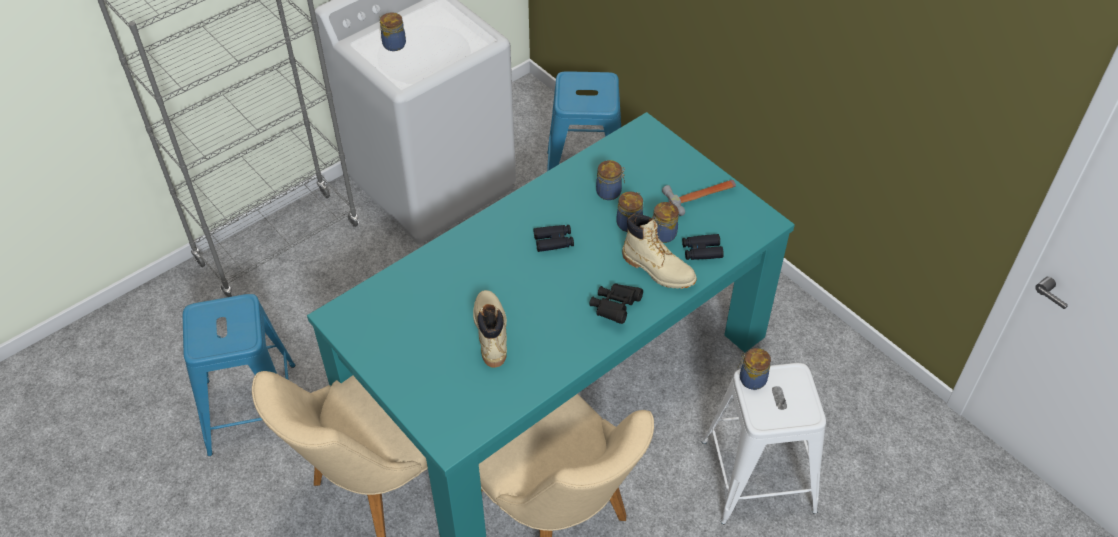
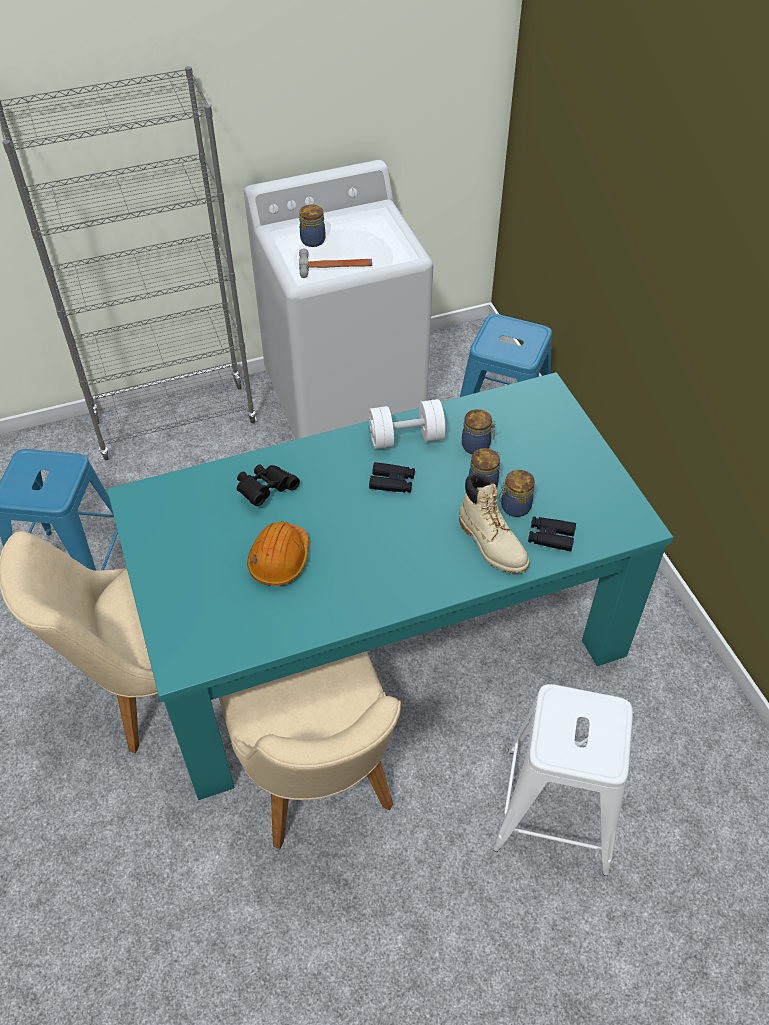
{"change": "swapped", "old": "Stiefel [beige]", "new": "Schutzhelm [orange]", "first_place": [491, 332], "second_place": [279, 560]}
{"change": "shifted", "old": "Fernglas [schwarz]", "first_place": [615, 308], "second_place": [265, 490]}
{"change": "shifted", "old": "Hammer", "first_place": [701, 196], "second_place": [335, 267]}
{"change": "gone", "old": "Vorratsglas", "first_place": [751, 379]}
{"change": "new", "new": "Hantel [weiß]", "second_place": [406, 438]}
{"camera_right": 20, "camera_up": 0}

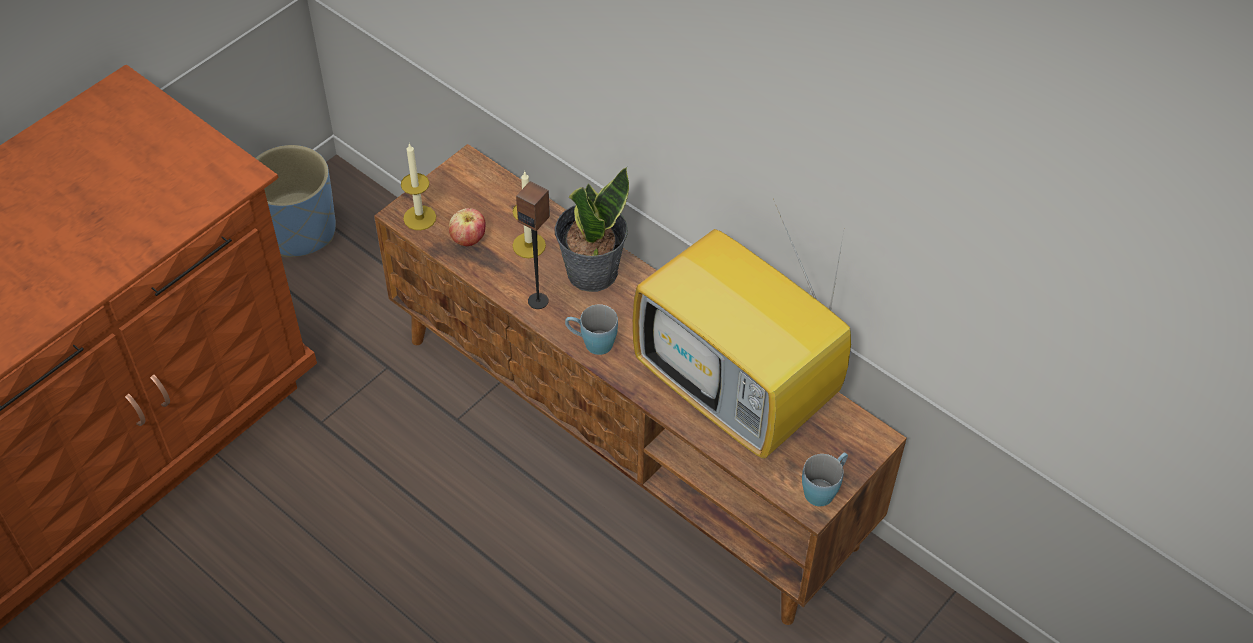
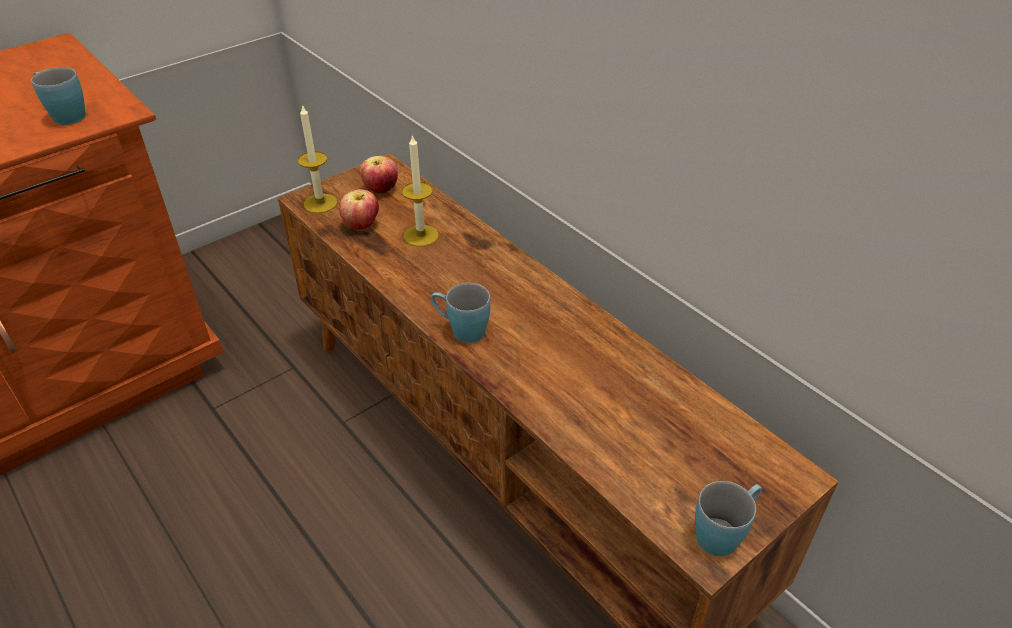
{"change": "gone", "old": "Pflanzkübel [blau]", "first_place": [300, 231]}
{"change": "gone", "old": "Lautsprecher", "first_place": [538, 300]}
{"change": "gone", "old": "Topfpflanze", "first_place": [591, 271]}
{"change": "gone", "old": "Fernseher", "first_place": [739, 393]}
{"change": "new", "new": "Henkelbecher [blau]", "second_place": [65, 115]}
{"change": "new", "new": "Apfel", "second_place": [381, 189]}
{"camera_right": 10, "camera_up": -10}

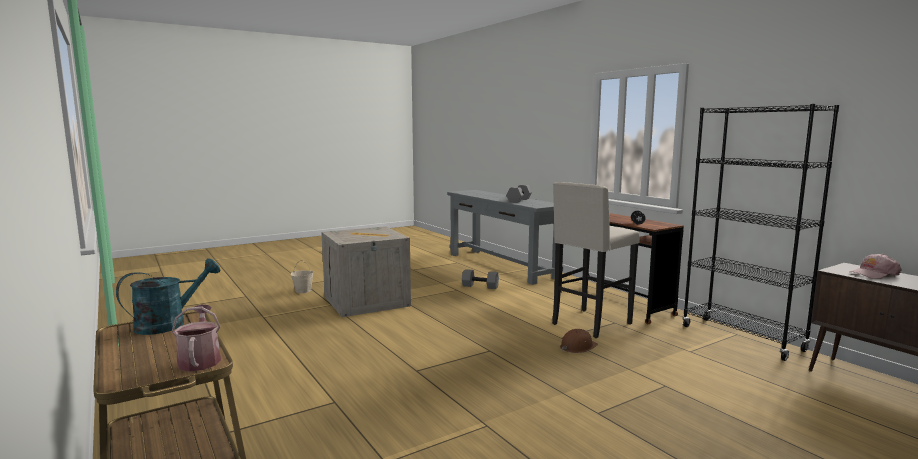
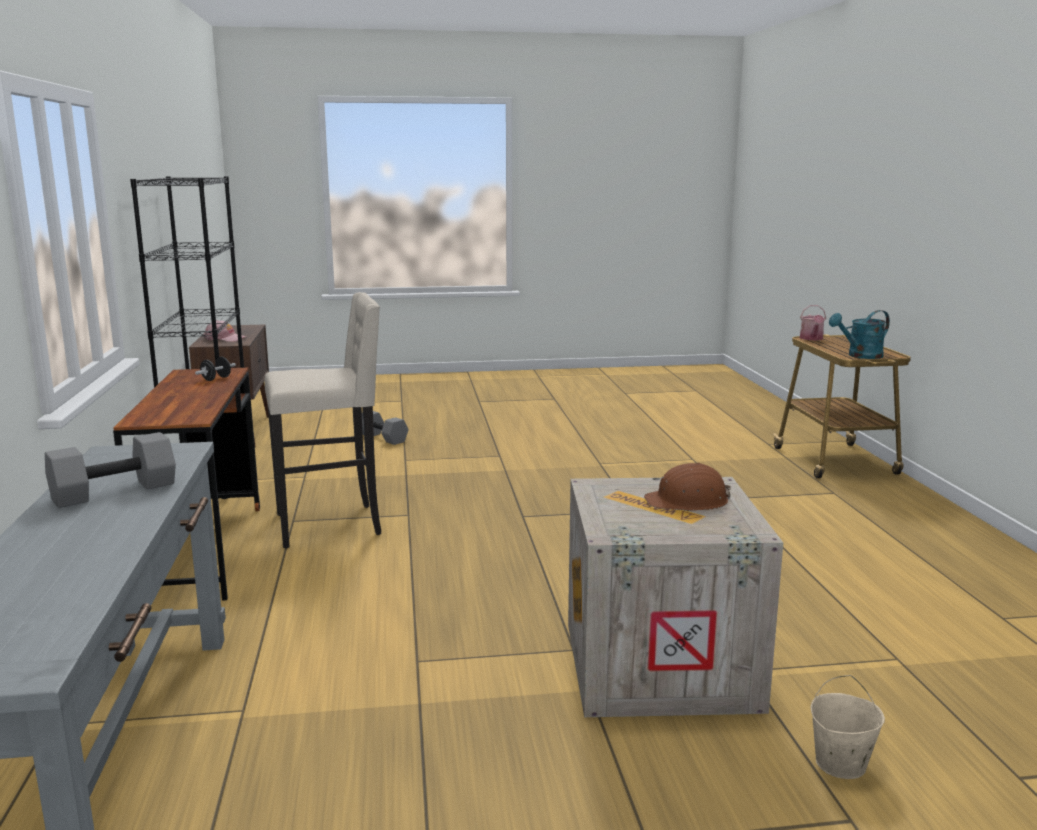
{"change": "shifted", "old": "Hantel [grau]", "first_place": [480, 286], "second_place": [382, 438]}
{"change": "shifted", "old": "Schutzhelm [braun]", "first_place": [577, 347], "second_place": [688, 501]}
{"camera_right": -155, "camera_up": 5}

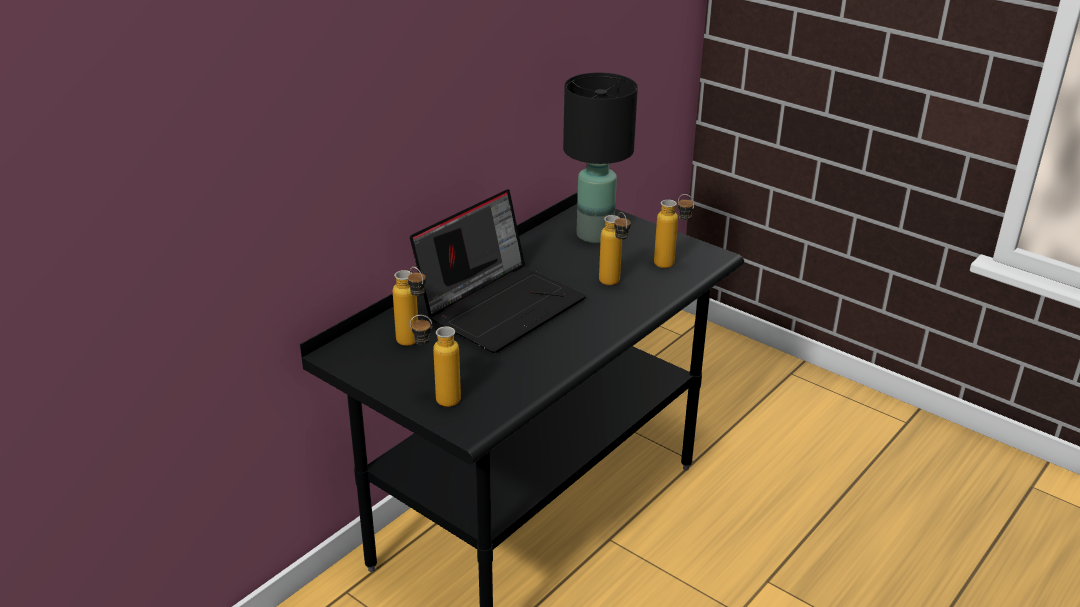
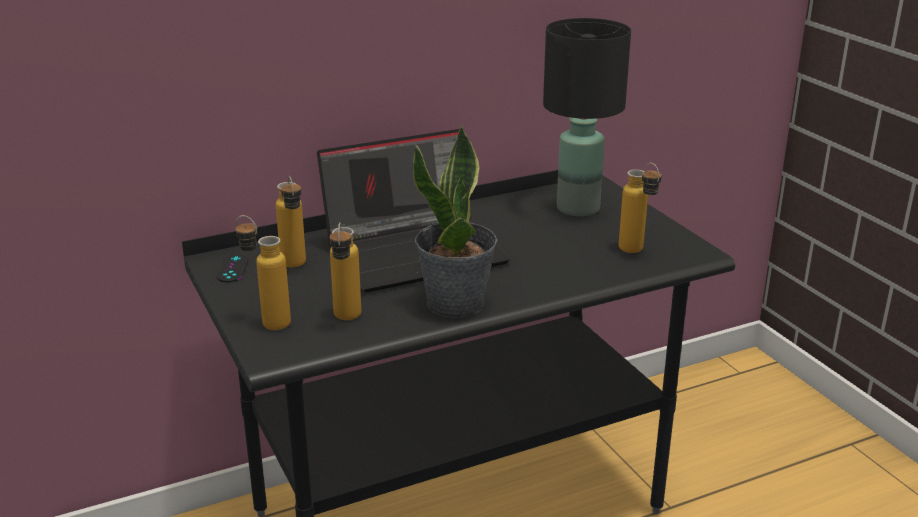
{"change": "shifted", "old": "Flasche", "first_place": [613, 285], "second_place": [346, 320]}
{"change": "new", "new": "Gamepad [schwarz]", "second_place": [233, 268]}
{"change": "new", "new": "Topfpflanze", "second_place": [456, 304]}
{"camera_right": 25, "camera_up": -5}

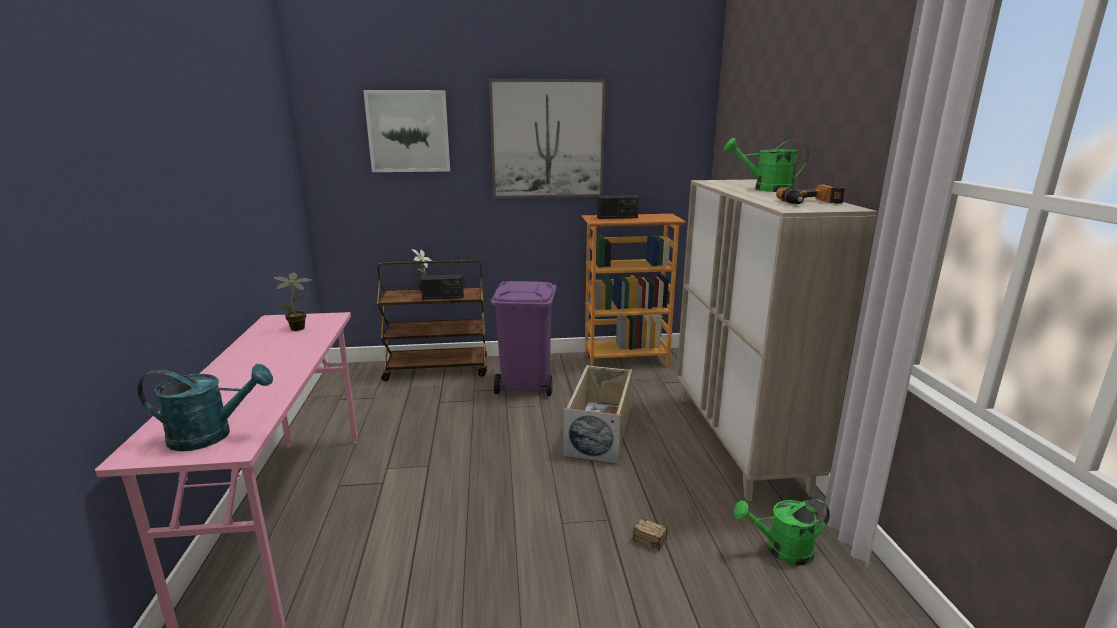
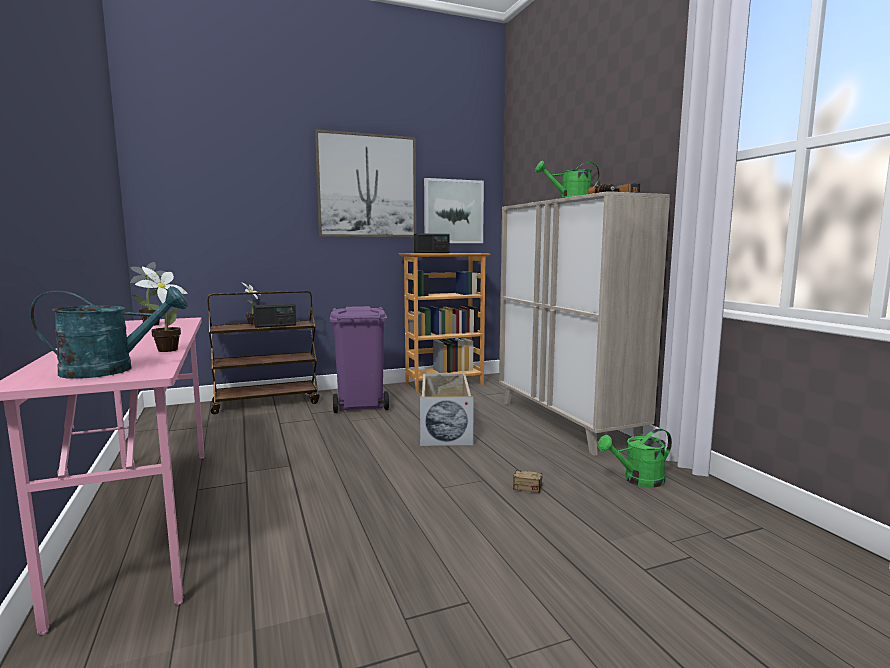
{"change": "shifted", "old": "Bild", "first_place": [408, 131], "second_place": [453, 211]}
{"change": "new", "new": "Topfpflanze", "second_place": [164, 350]}
{"camera_right": -15, "camera_up": -10}

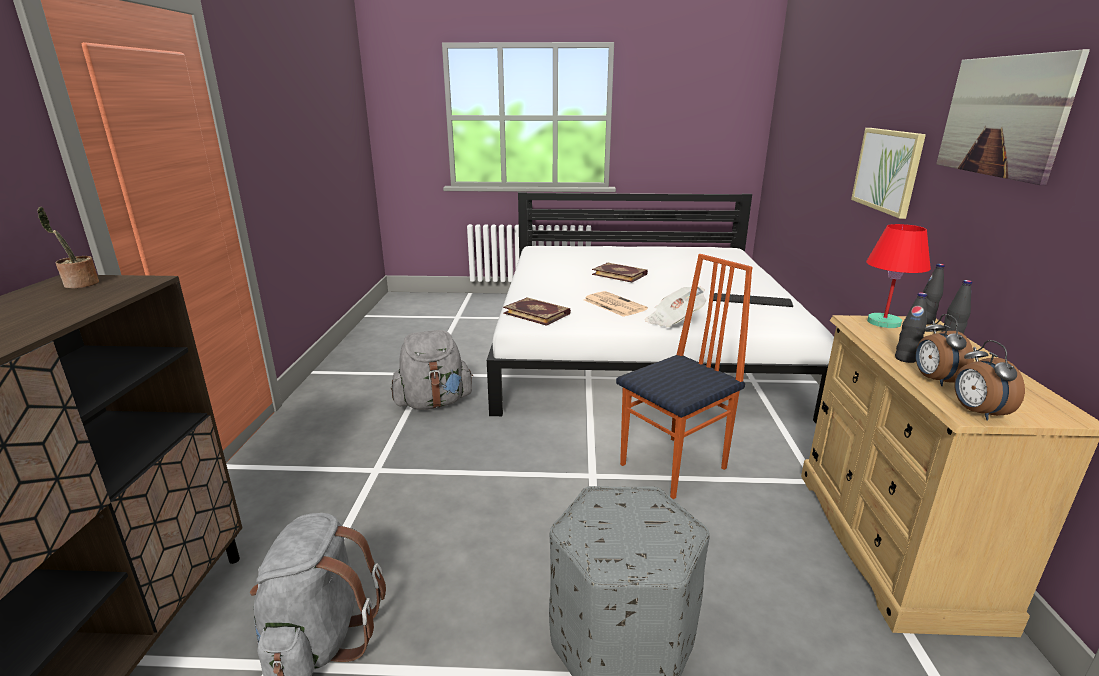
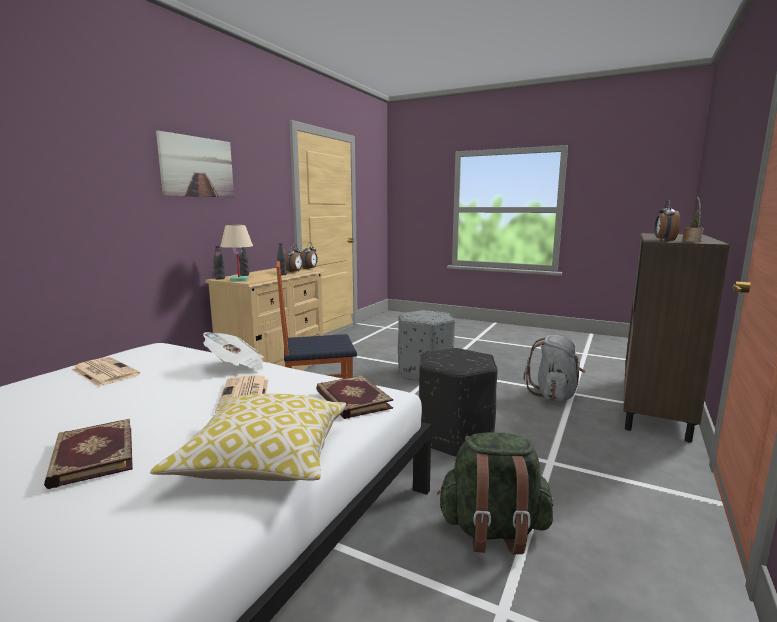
{"change": "repainted", "old": "Rucksack [grau]", "new": "Rucksack [grün]", "first_place": [434, 403], "second_place": [493, 531]}
{"change": "swapped", "old": "Tastatur", "new": "Zeitung", "first_place": [751, 300], "second_place": [104, 372]}
{"change": "gone", "old": "Bild", "first_place": [887, 170]}
{"change": "repainted", "old": "Tischlampe [rot]", "new": "Tischlampe [beige]", "first_place": [884, 323], "second_place": [239, 280]}
{"change": "new", "new": "Kissen", "second_place": [264, 458]}
{"change": "new", "new": "Polsterhocker [schwarz]", "second_place": [454, 437]}
{"change": "new", "new": "Wecker", "second_place": [664, 240]}
{"camera_right": -155, "camera_up": -10}

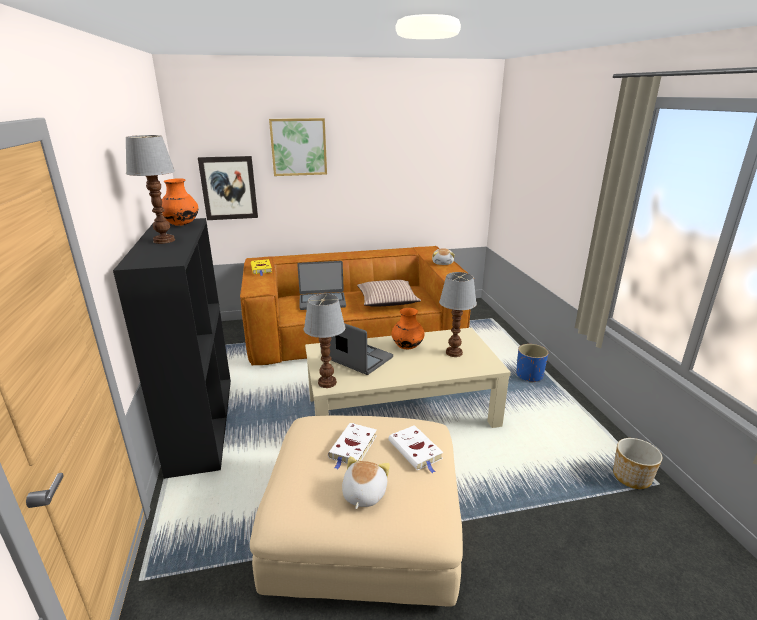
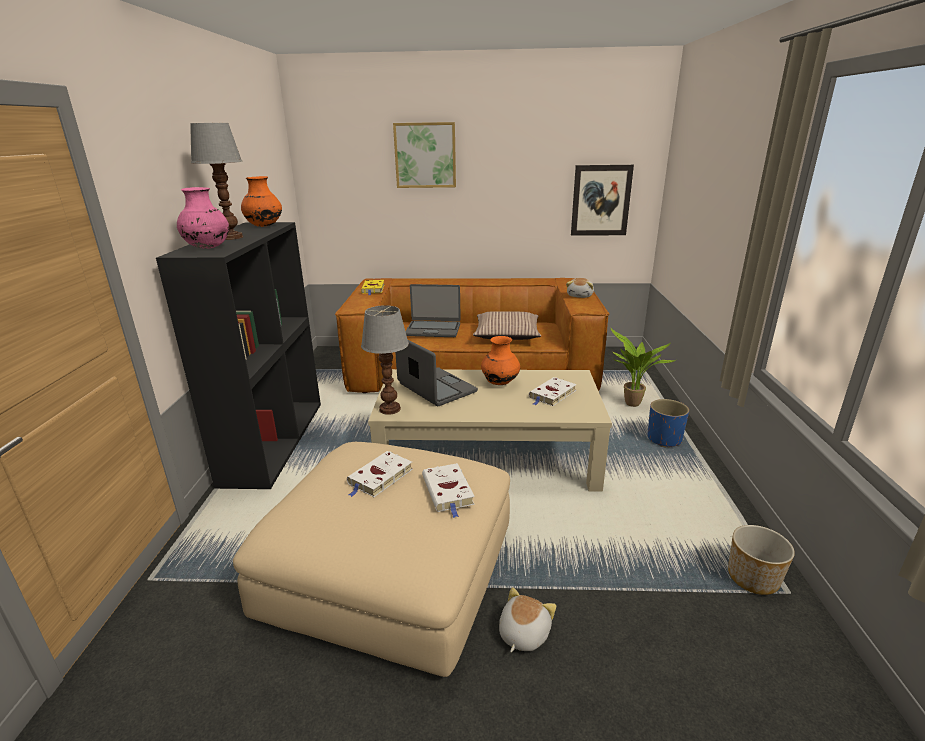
{"change": "shifted", "old": "Bild", "first_place": [229, 188], "second_place": [601, 200]}
{"change": "shifted", "old": "Plüschtier", "first_place": [363, 494], "second_place": [522, 633]}
{"change": "swapped", "old": "Tischlampe", "new": "Buch [weiß]", "first_place": [454, 353], "second_place": [552, 395]}
{"change": "new", "new": "Vase [rosa]", "second_place": [207, 248]}
{"change": "new", "new": "Topfpflanze", "second_place": [631, 405]}
{"camera_right": 15, "camera_up": 0}

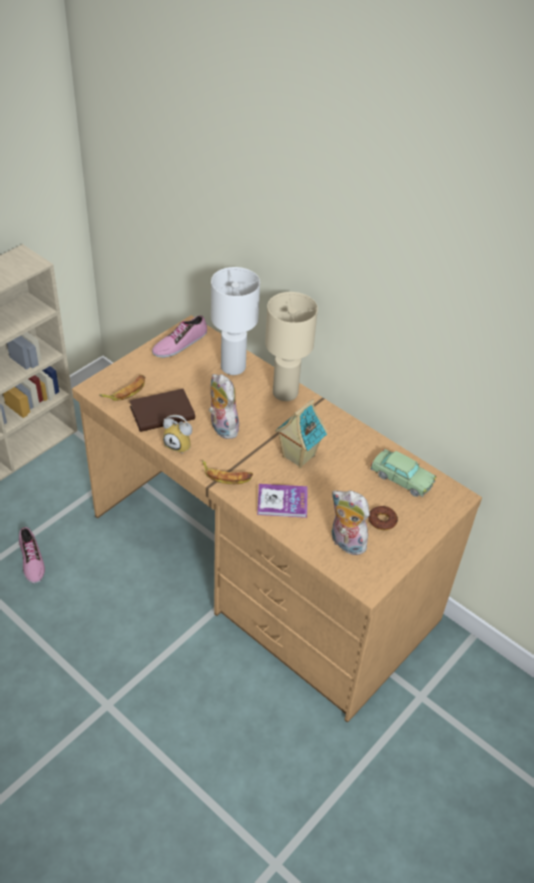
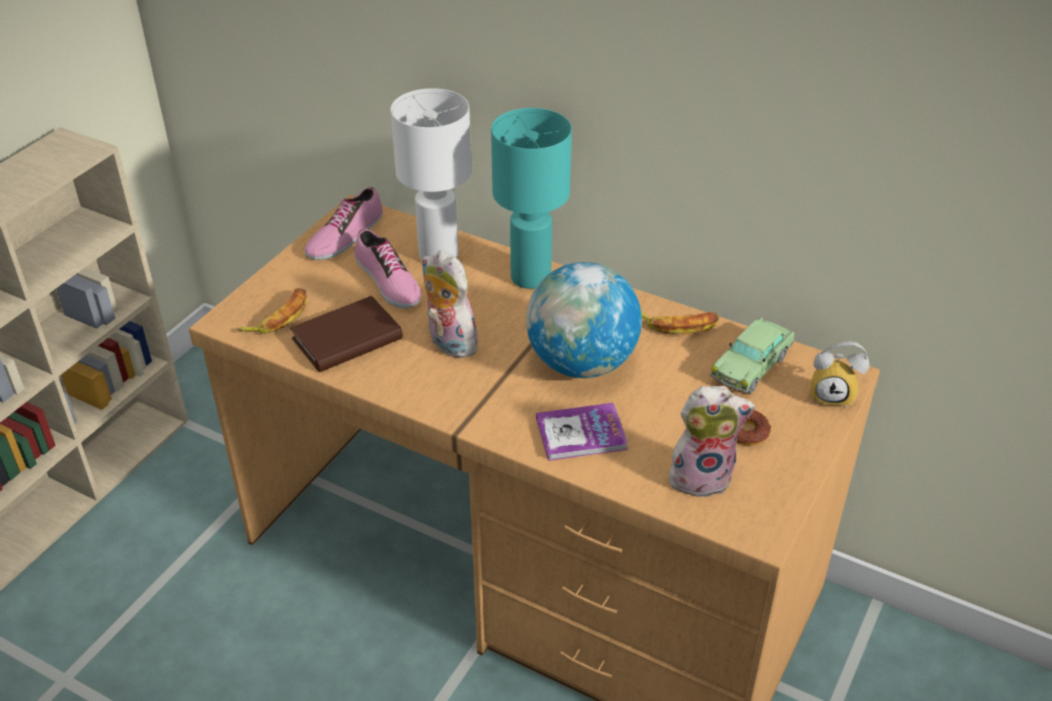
{"change": "shifted", "old": "Schuh", "first_place": [31, 560], "second_place": [387, 281]}
{"change": "shifted", "old": "Wecker", "first_place": [180, 445], "second_place": [833, 395]}
{"change": "shifted", "old": "Banane", "first_place": [226, 475], "second_place": [678, 324]}
{"change": "repainted", "old": "Tischlampe [beige]", "new": "Tischlampe [türkis]", "first_place": [284, 392], "second_place": [529, 277]}
{"change": "swapped", "old": "Spielzeughaus", "new": "Globus", "first_place": [297, 457], "second_place": [581, 364]}
{"change": "rotated", "old": "Plüschtier", "first_place": [345, 543], "second_place": [702, 476], "degrees": 150}
{"change": "rotated", "old": "Spielzeugauto", "first_place": [401, 479], "second_place": [751, 366], "degrees": 105}
{"camera_right": -10, "camera_up": -5}

